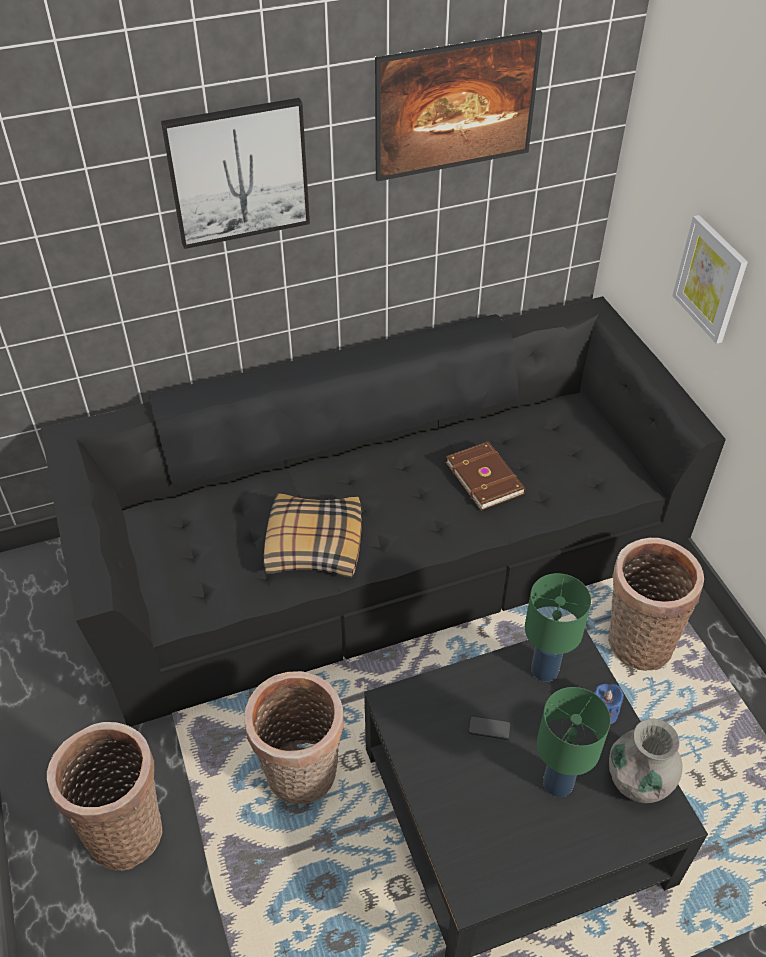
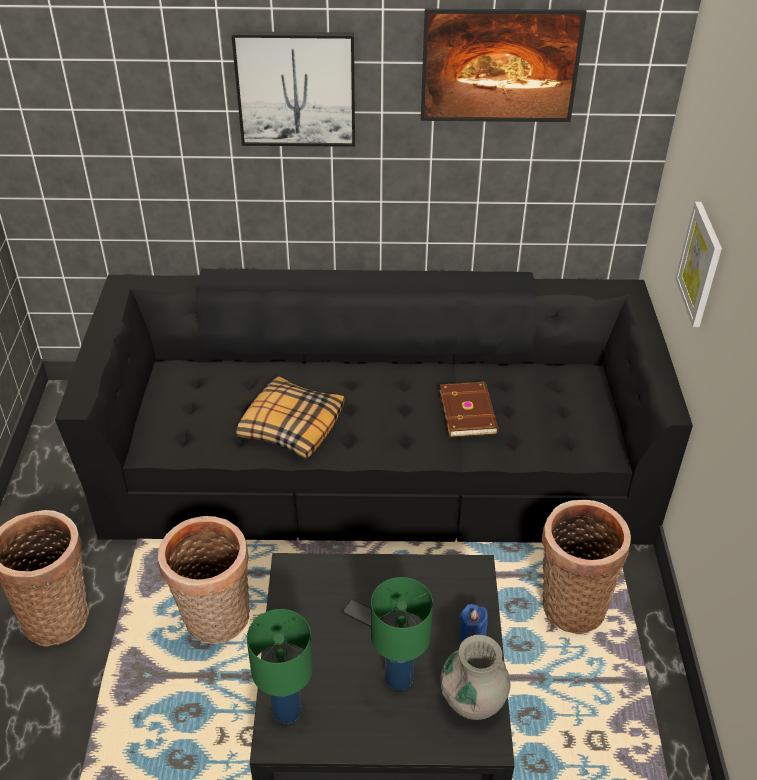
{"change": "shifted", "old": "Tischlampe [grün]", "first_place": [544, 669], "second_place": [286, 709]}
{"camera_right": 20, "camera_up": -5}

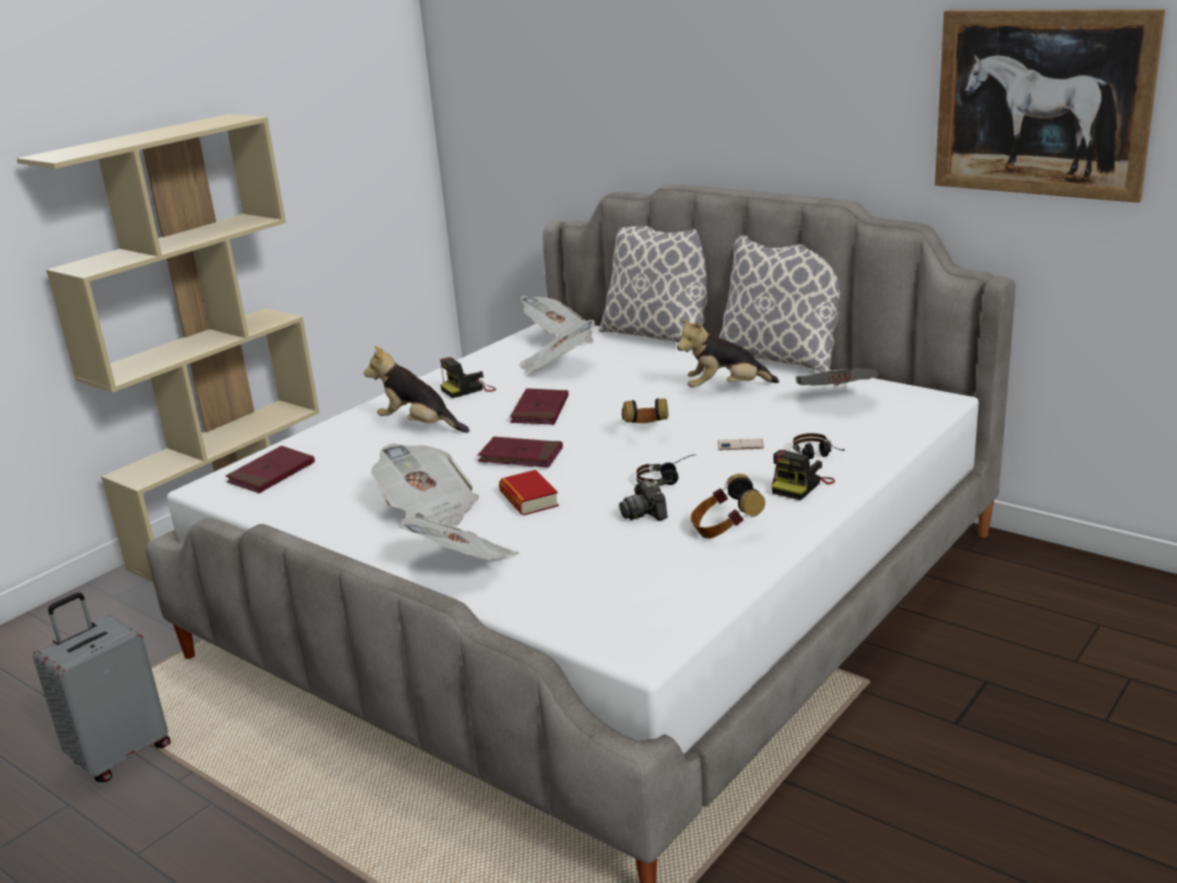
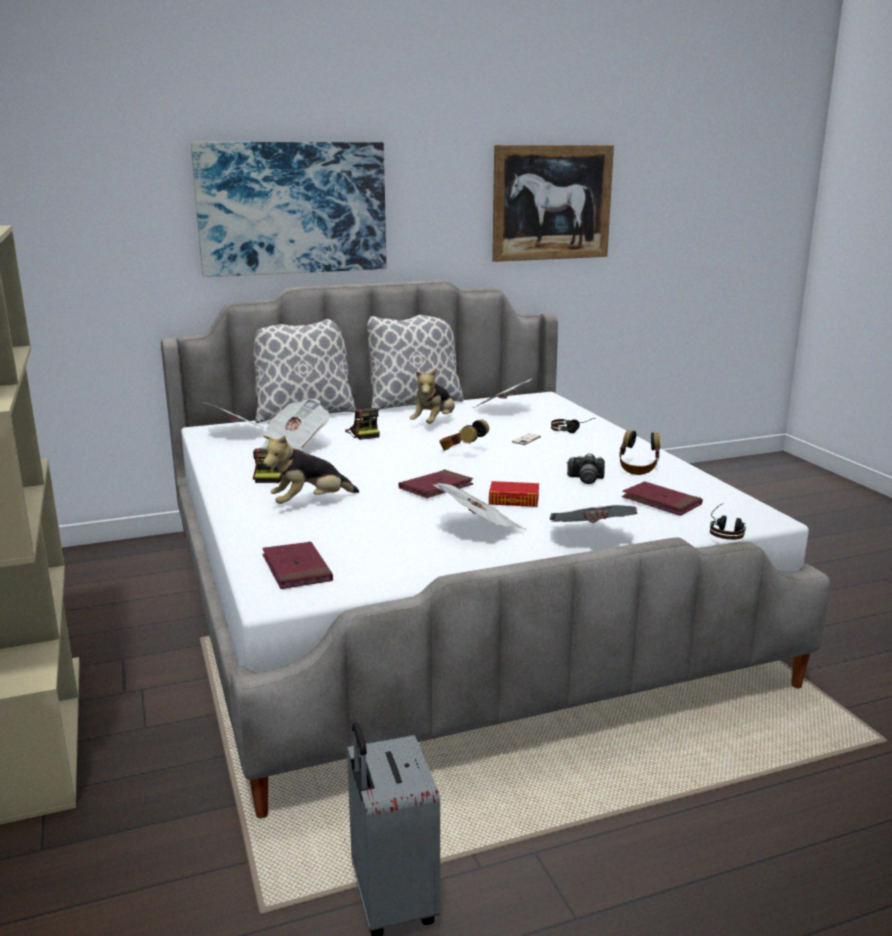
{"change": "shifted", "old": "Buch [rot]", "first_place": [540, 410], "second_place": [661, 502]}
{"change": "shifted", "old": "Kopfhörer", "first_place": [667, 479], "second_place": [726, 530]}
{"change": "shifted", "old": "Kamera", "first_place": [801, 486], "second_place": [364, 433]}
{"change": "new", "new": "Bild", "second_place": [292, 208]}
{"camera_right": -60, "camera_up": -5}

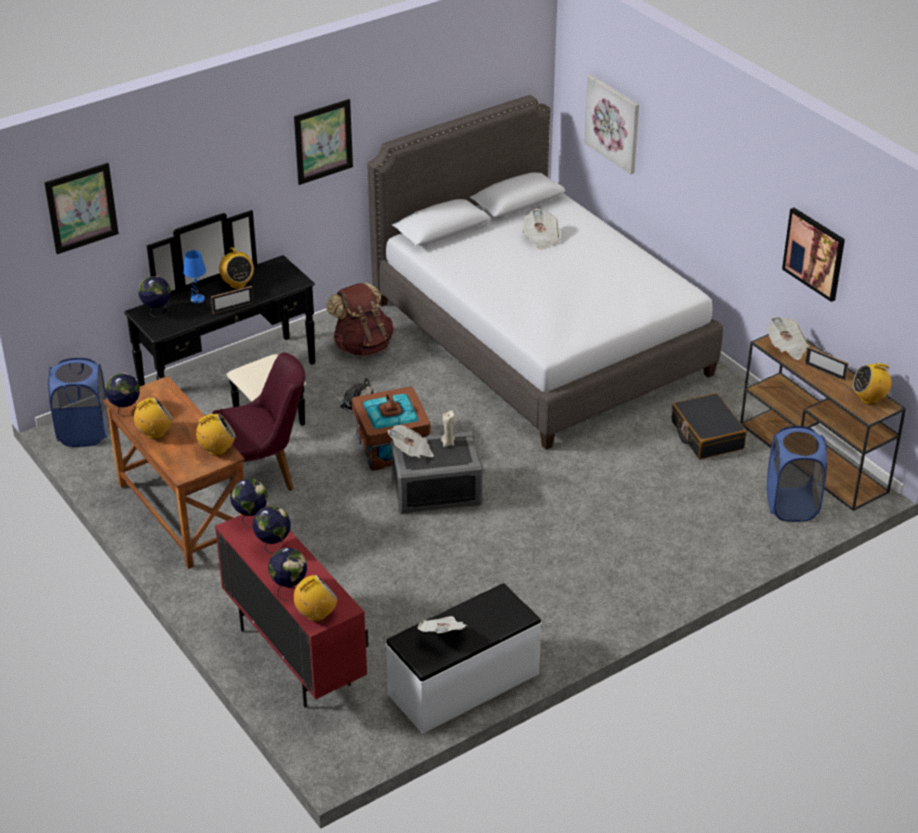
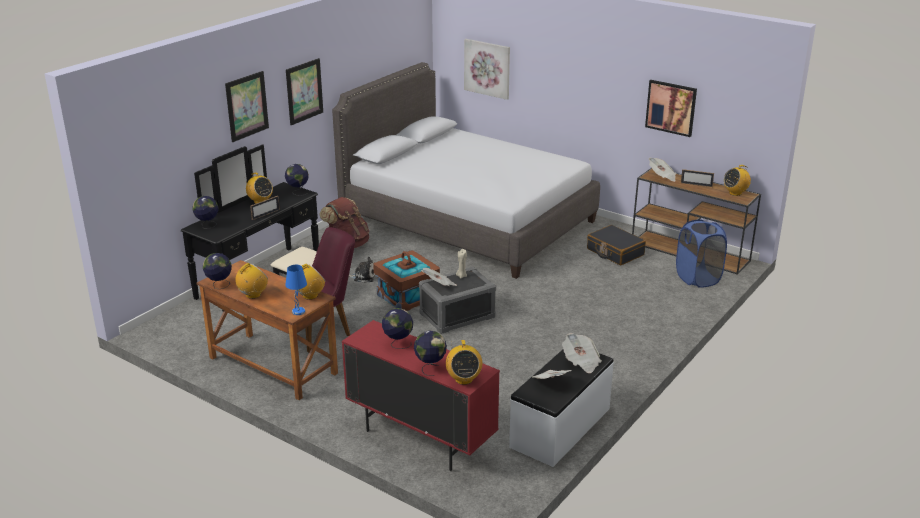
{"change": "shifted", "old": "Bild", "first_place": [81, 208], "second_place": [247, 106]}
{"change": "gone", "old": "Wäschekorb [blau]", "first_place": [84, 433]}
{"change": "shifted", "old": "Tischlampe [blau]", "first_place": [197, 299], "second_place": [298, 312]}
{"change": "shifted", "old": "Globus", "first_place": [251, 518], "second_place": [298, 192]}
{"change": "rotated", "old": "Radio", "first_place": [316, 614], "second_place": [463, 379], "degrees": 135}
{"change": "shifted", "old": "Zeitung", "first_place": [541, 239], "second_place": [581, 362]}
{"camera_right": -20, "camera_up": -10}

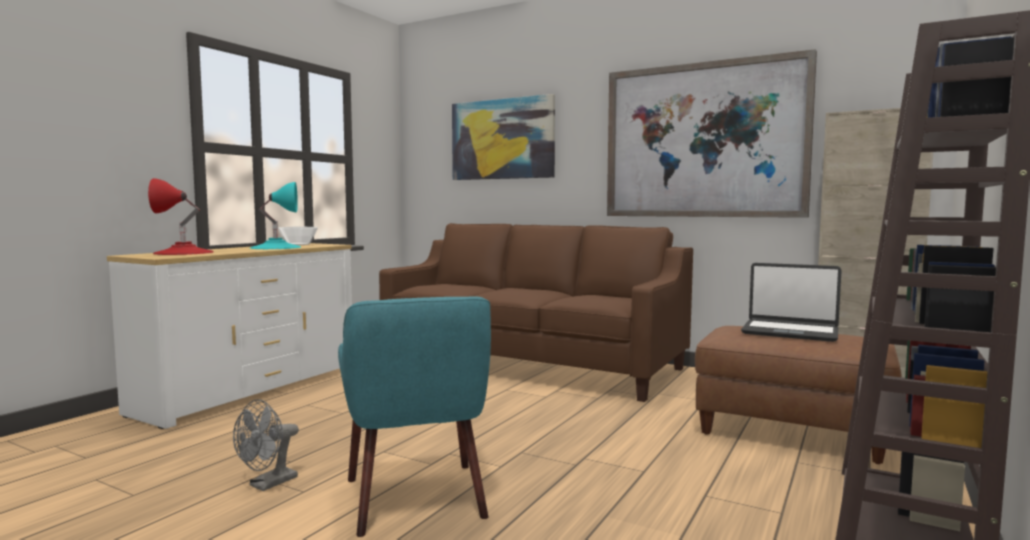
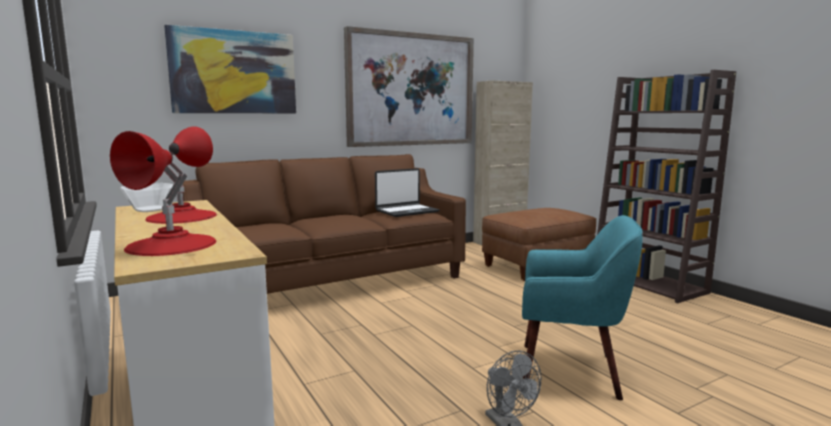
{"change": "repainted", "old": "Tischlampe [türkis]", "new": "Tischlampe [rot]", "first_place": [276, 247], "second_place": [181, 216]}
{"change": "shifted", "old": "Laptop", "first_place": [790, 332], "second_place": [406, 211]}
{"camera_right": -60, "camera_up": 5}

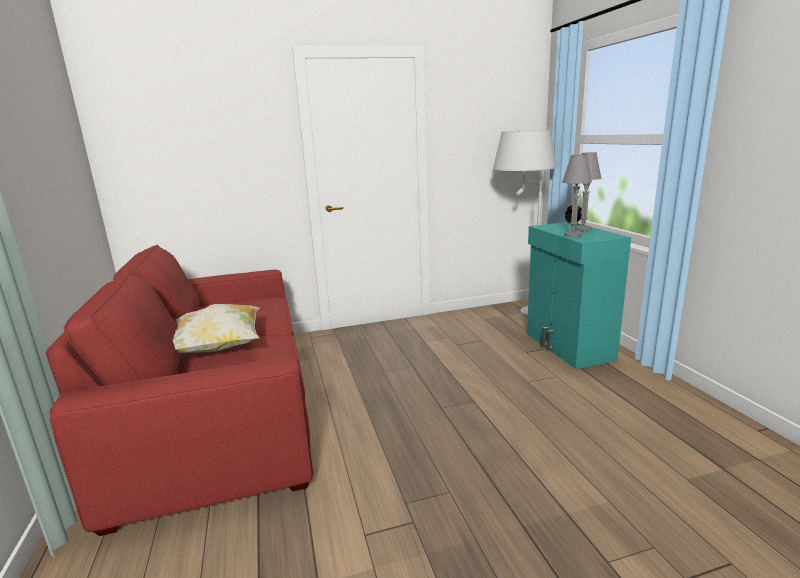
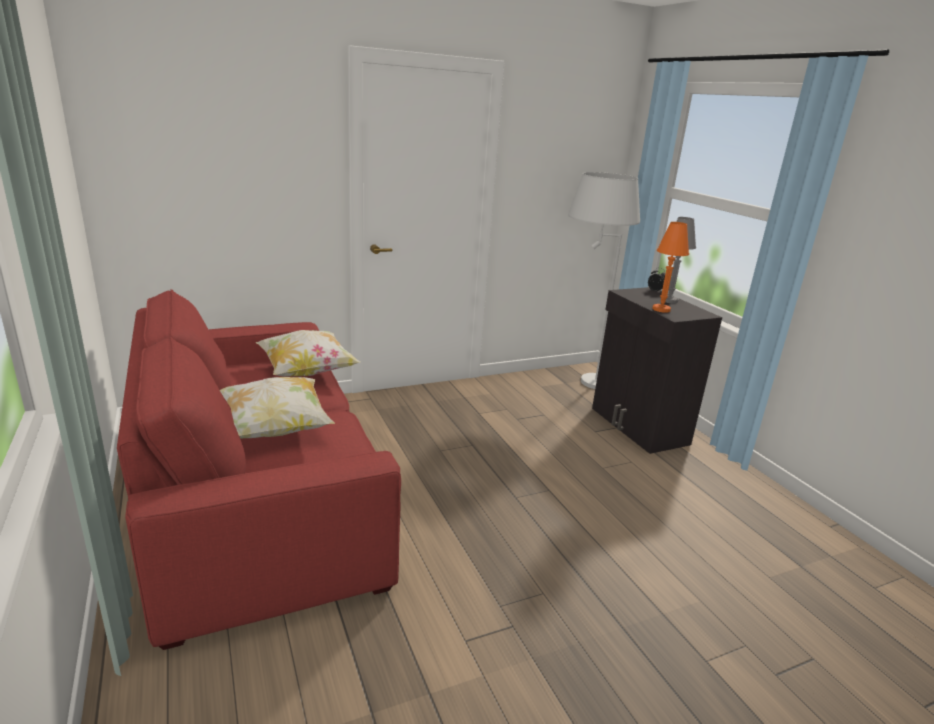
{"change": "repainted", "old": "Schrank [türkis]", "new": "Schrank [schwarz]", "first_place": [568, 347], "second_place": [638, 426]}
{"change": "repainted", "old": "Tischlampe [grau]", "new": "Tischlampe [orange]", "first_place": [572, 235], "second_place": [661, 309]}
{"change": "new", "new": "Kissen", "second_place": [307, 372]}
{"camera_right": -10, "camera_up": 5}

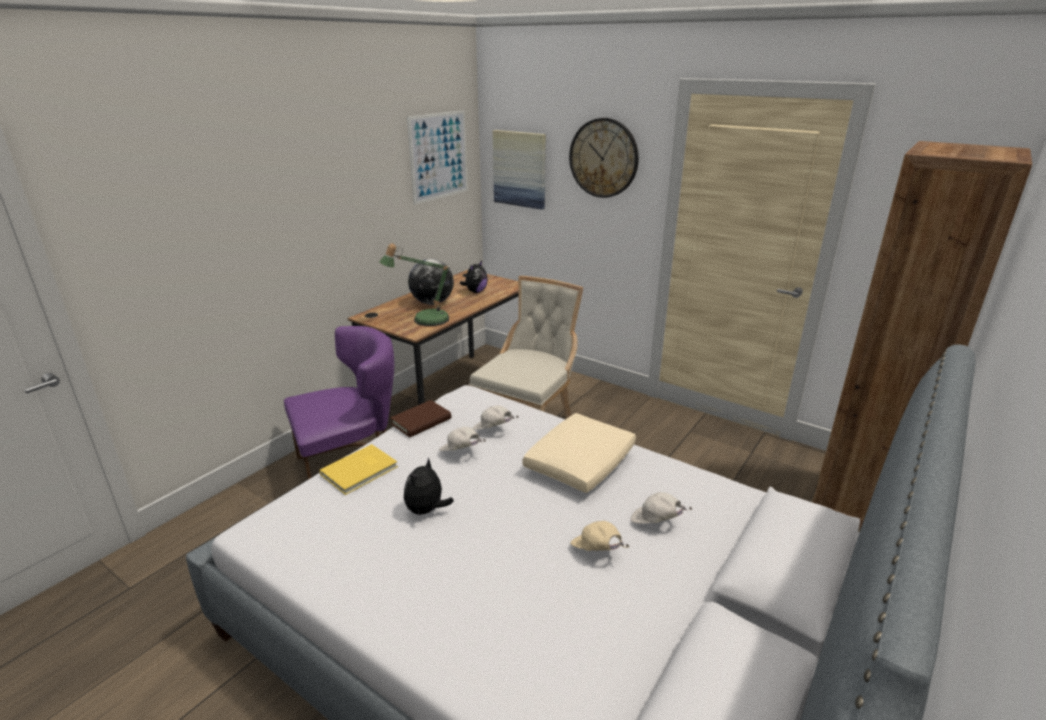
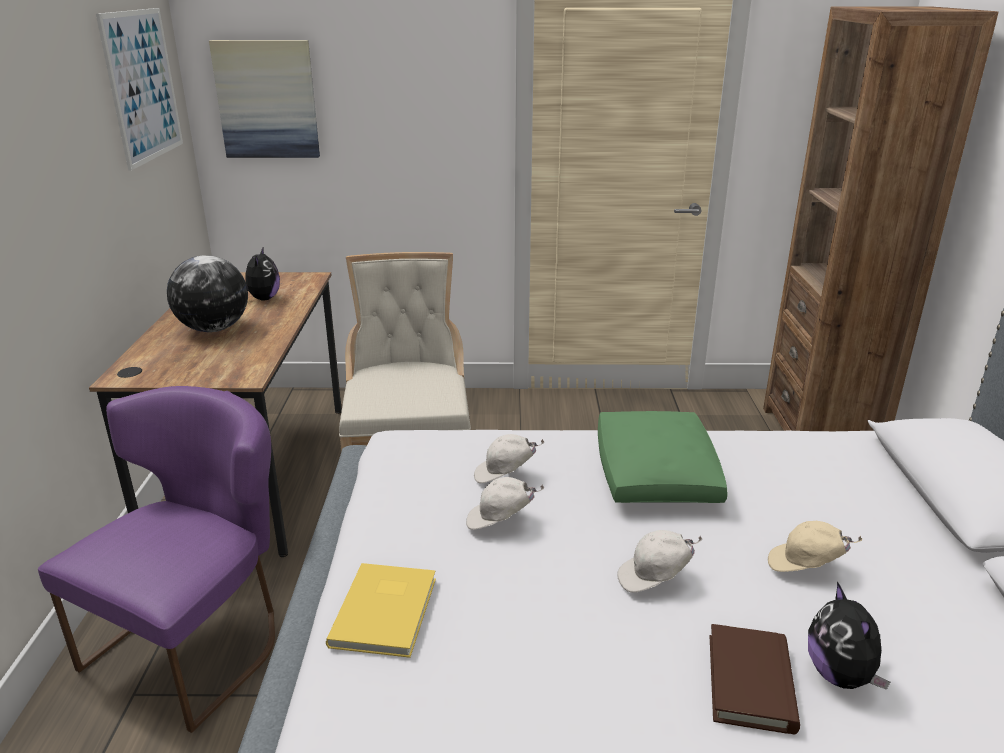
{"change": "gone", "old": "Tischlampe", "first_place": [425, 319]}
{"change": "shifted", "old": "Buch [braun]", "first_place": [421, 421], "second_place": [750, 682]}
{"change": "shifted", "old": "Plüschtier", "first_place": [426, 510], "second_place": [841, 675]}
{"change": "repainted", "old": "Kissen [beige]", "new": "Kissen [grün]", "first_place": [579, 464], "second_place": [656, 475]}
{"change": "gone", "old": "Wanduhr", "first_place": [603, 158]}
{"change": "shifted", "old": "Kappe [weiß]", "first_place": [655, 522], "second_place": [655, 578]}
{"camera_right": -35, "camera_up": 0}

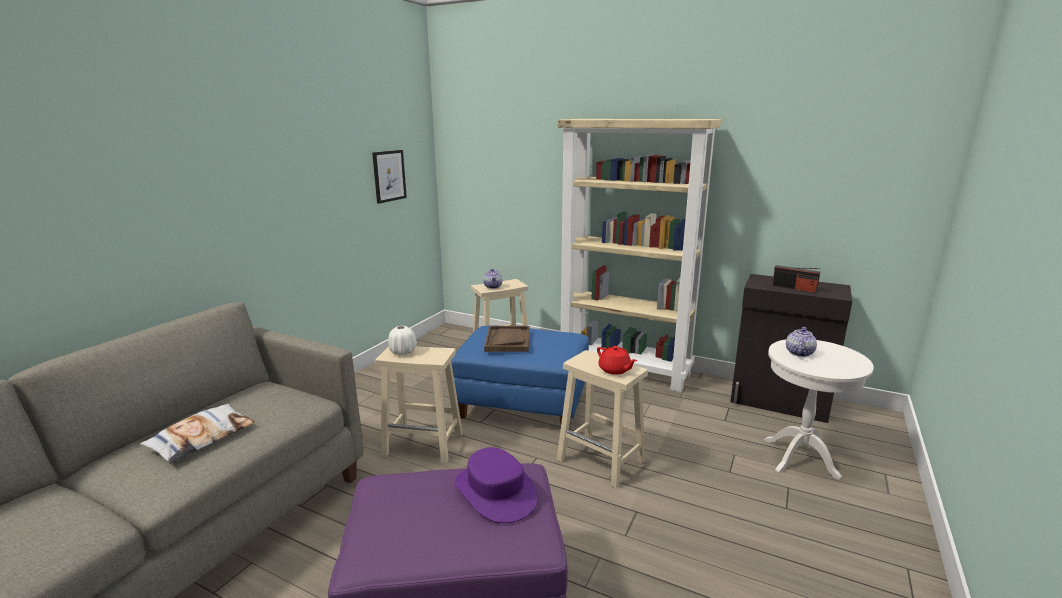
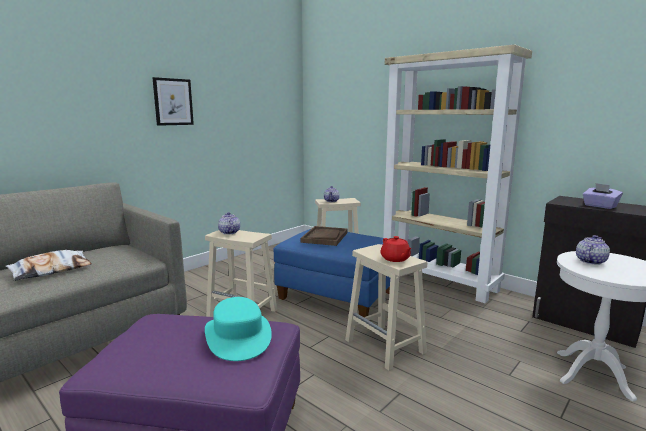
{"change": "shifted", "old": "Bild", "first_place": [389, 176], "second_place": [173, 102]}
{"change": "swapped", "old": "Vase [weiß]", "new": "Teekanne", "first_place": [403, 352], "second_place": [229, 232]}
{"change": "repainted", "old": "Hut [lila]", "new": "Hut [türkis]", "first_place": [495, 491], "second_place": [238, 336]}
{"change": "swapped", "old": "Radio", "new": "Taschentuchbox [lila]", "first_place": [794, 288], "second_place": [600, 206]}
{"camera_right": 15, "camera_up": -5}

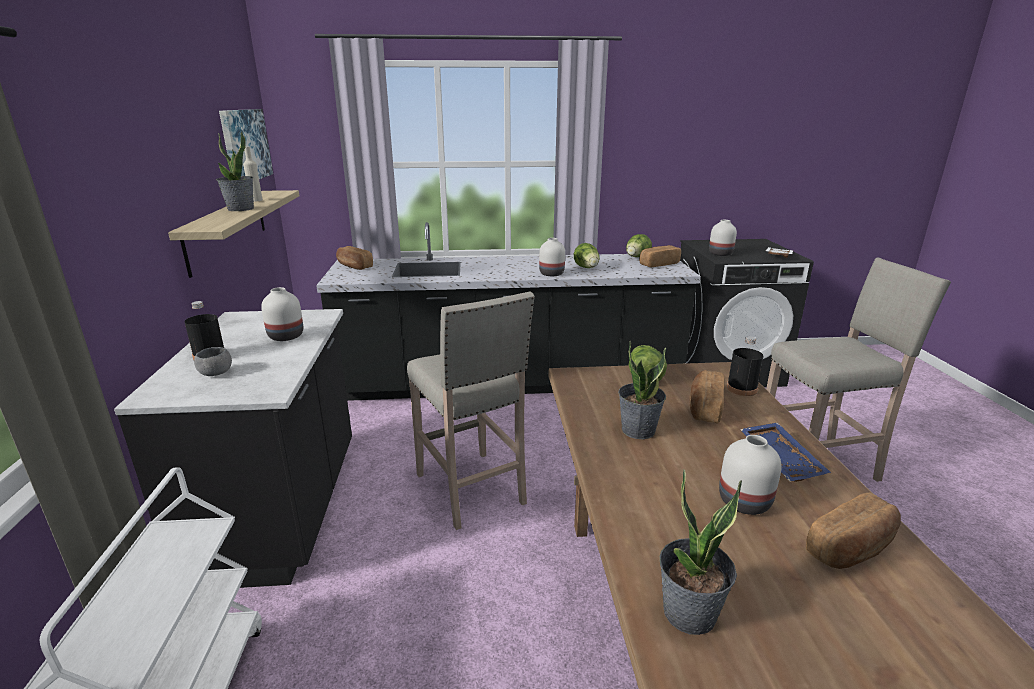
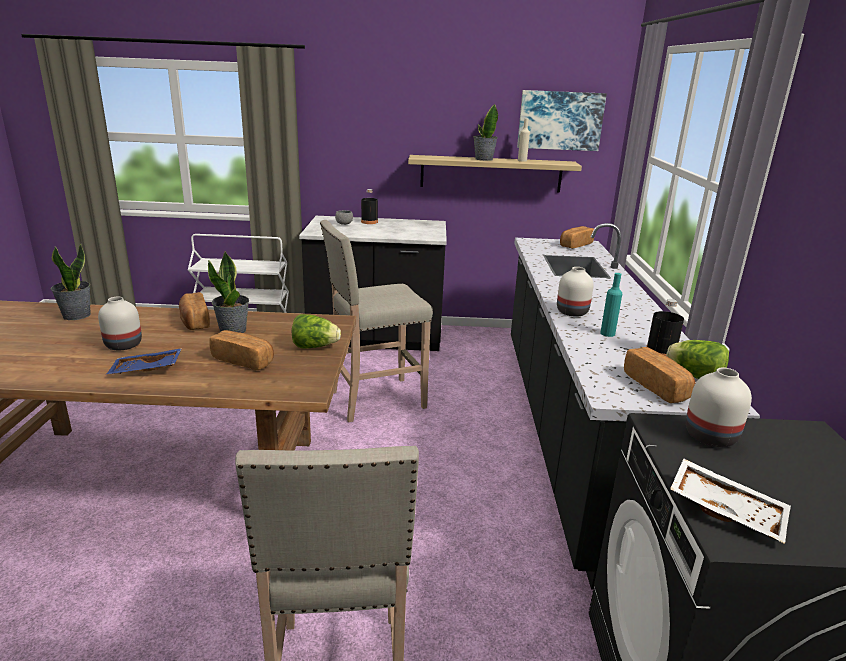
{"change": "gone", "old": "Vase [weiß]", "first_place": [285, 336]}
{"change": "swapped", "old": "Salatkopf", "new": "Flasche [türkis]", "first_place": [587, 268], "second_place": [607, 333]}
{"change": "shifted", "old": "Flasche [schwarz]", "first_place": [741, 389], "second_place": [660, 352]}
{"change": "shifted", "old": "Brot", "first_place": [852, 548], "second_place": [194, 321]}
{"camera_right": 95, "camera_up": 0}

